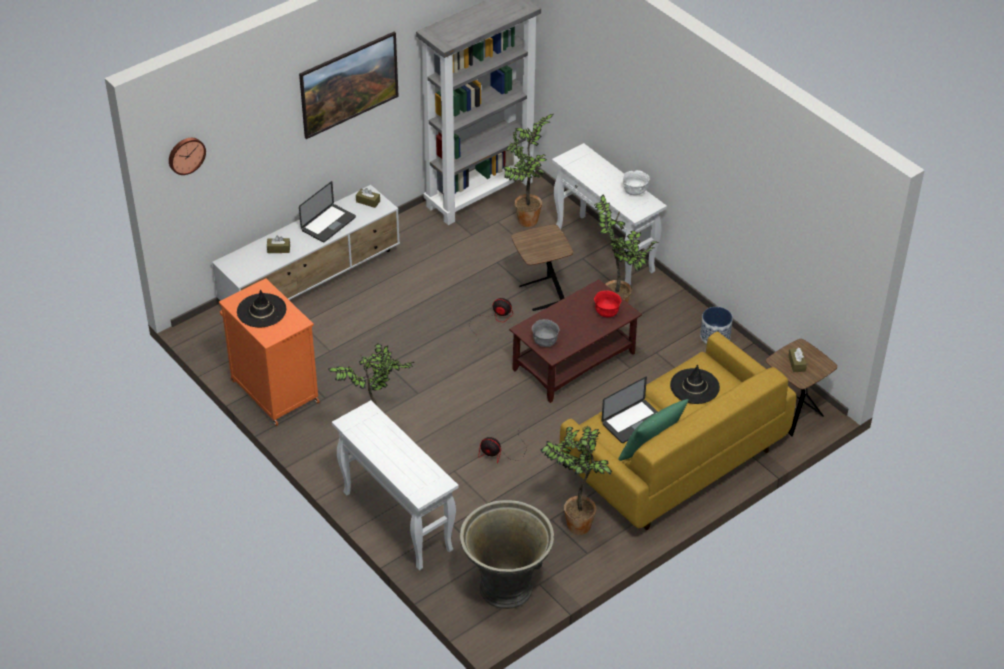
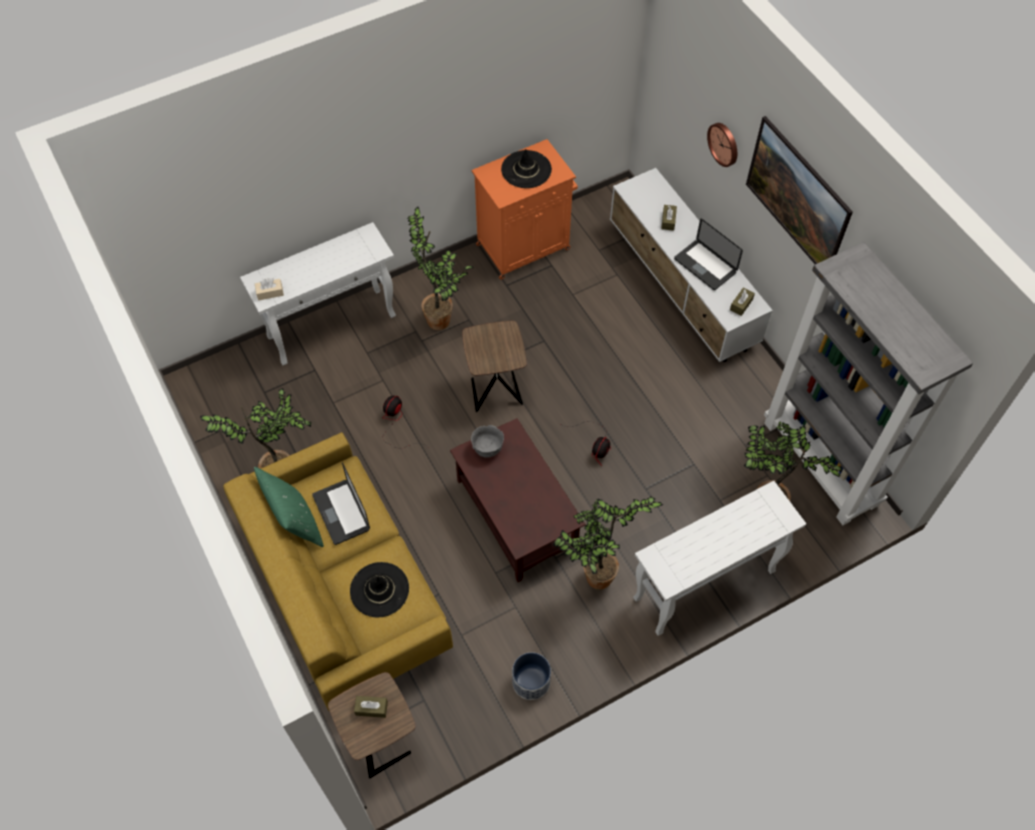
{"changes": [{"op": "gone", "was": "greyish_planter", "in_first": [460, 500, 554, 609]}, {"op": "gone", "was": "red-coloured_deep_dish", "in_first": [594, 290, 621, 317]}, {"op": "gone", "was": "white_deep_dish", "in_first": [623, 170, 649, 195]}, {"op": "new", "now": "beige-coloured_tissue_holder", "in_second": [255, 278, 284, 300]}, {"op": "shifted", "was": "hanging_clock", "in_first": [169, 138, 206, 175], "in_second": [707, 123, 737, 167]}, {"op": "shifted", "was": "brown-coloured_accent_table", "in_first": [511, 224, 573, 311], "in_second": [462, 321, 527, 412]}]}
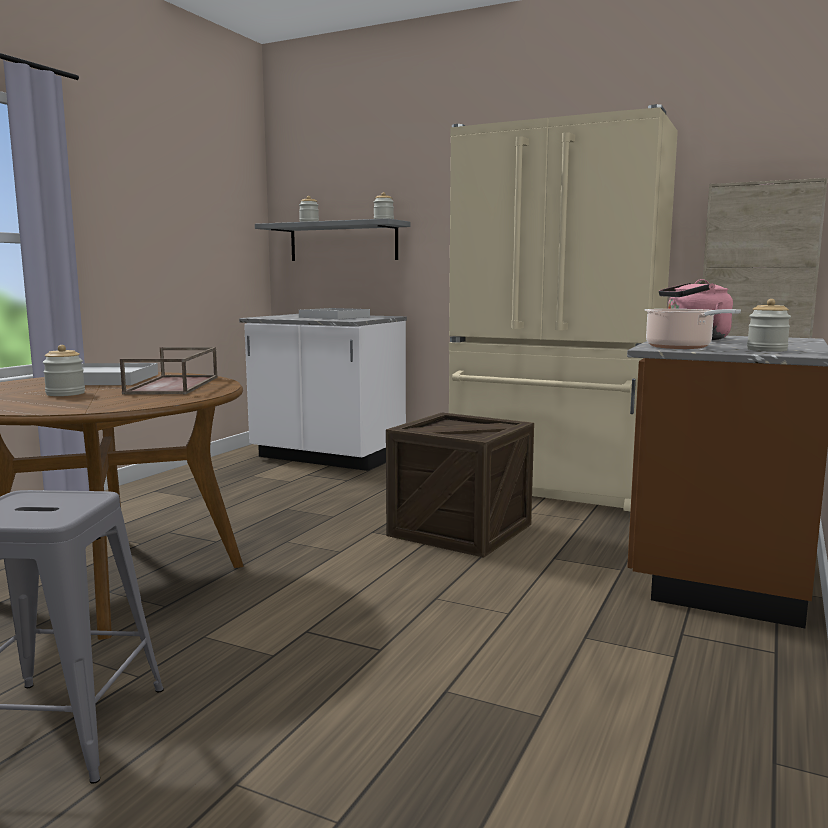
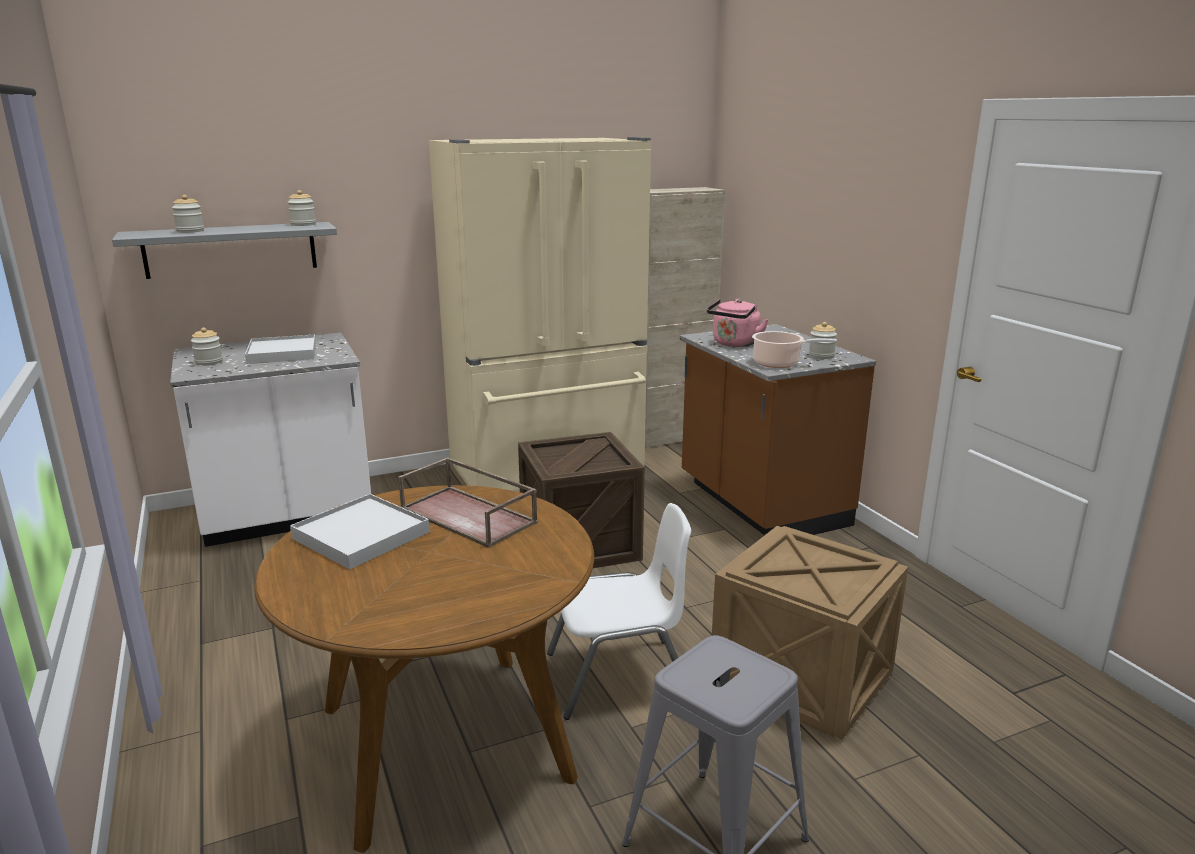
{"changes": [{"op": "new", "now": "white_upright_chair", "in_second": [547, 503, 691, 720]}, {"op": "new", "now": "crate", "in_second": [712, 526, 908, 740]}, {"op": "shifted", "was": "preserve_jar", "in_first": [43, 345, 85, 396], "in_second": [191, 327, 223, 366]}]}
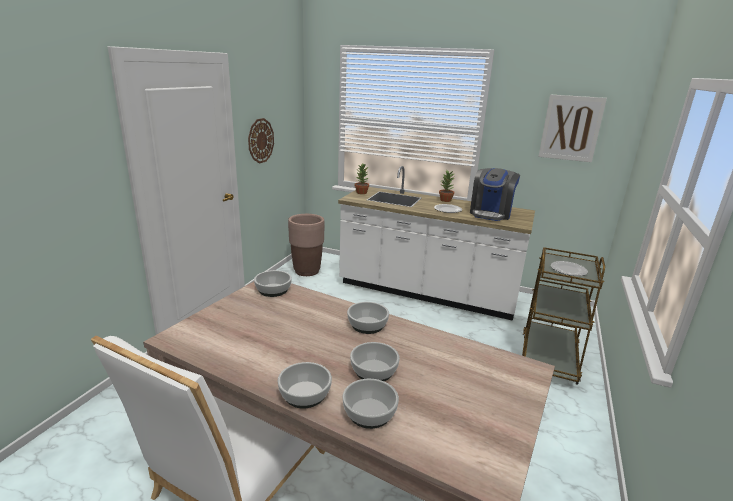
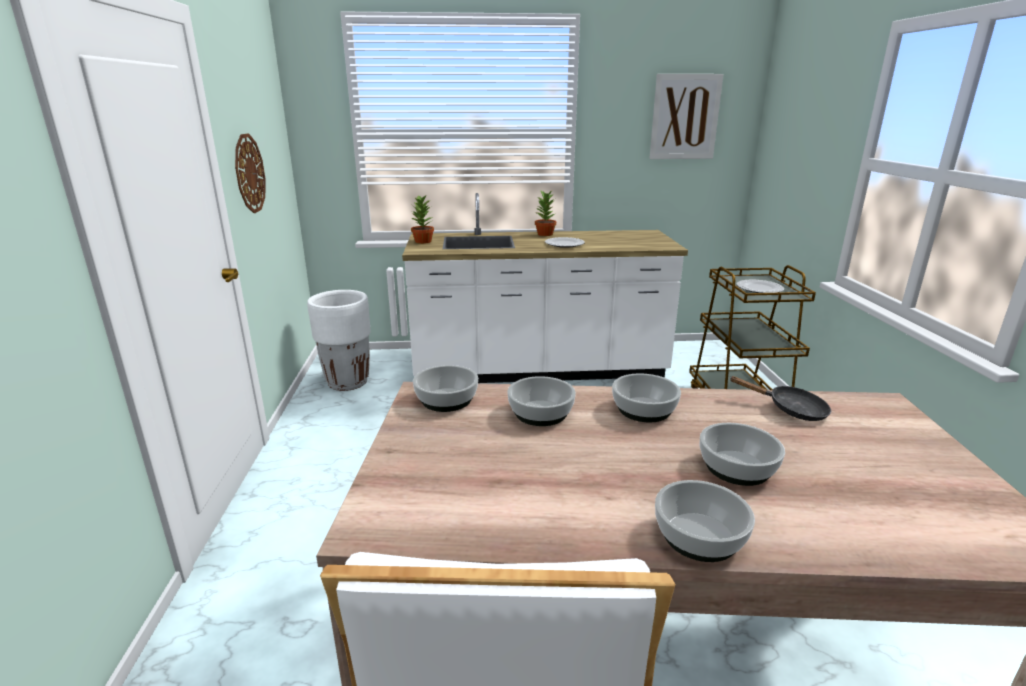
{"changes": [{"op": "gone", "was": "coffee_maker", "in_first": [470, 168, 520, 221]}, {"op": "new", "now": "black_frying_pan", "in_second": [729, 376, 831, 421]}, {"op": "shifted", "was": "deep_dish", "in_first": [342, 379, 399, 429], "in_second": [507, 376, 576, 426]}, {"op": "repainted", "was": "brown-coloured_planter", "now": "white_planter", "in_first": [288, 214, 325, 276], "in_second": [307, 290, 371, 391]}]}
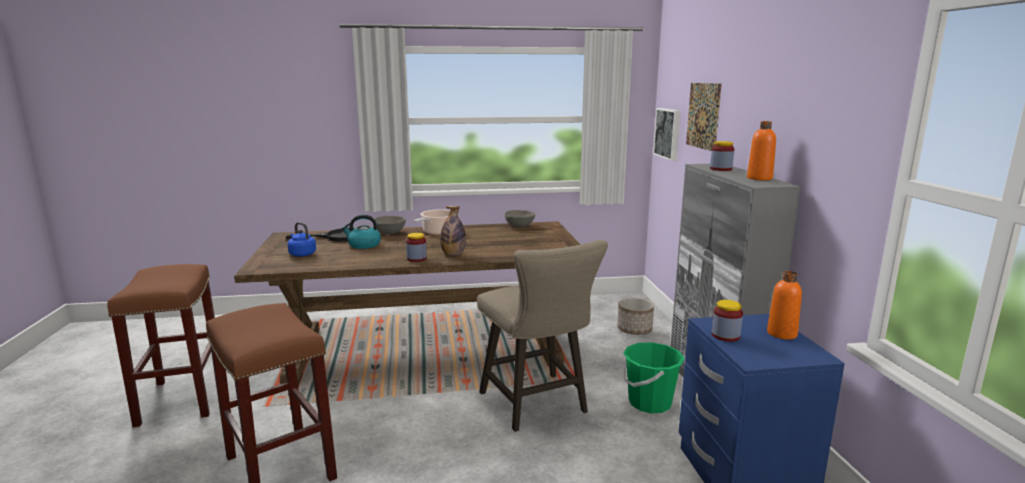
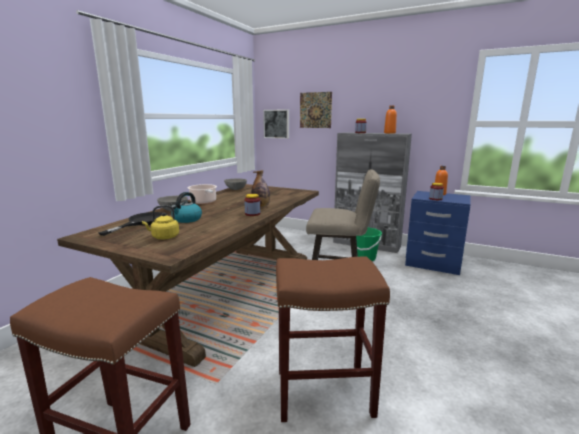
{"changes": [{"op": "gone", "was": "planter", "in_first": [617, 298, 654, 335]}, {"op": "repainted", "was": "blue_tea_kettle", "now": "yellow-coloured_tea_kettle", "in_first": [288, 222, 316, 257], "in_second": [142, 205, 179, 239]}]}
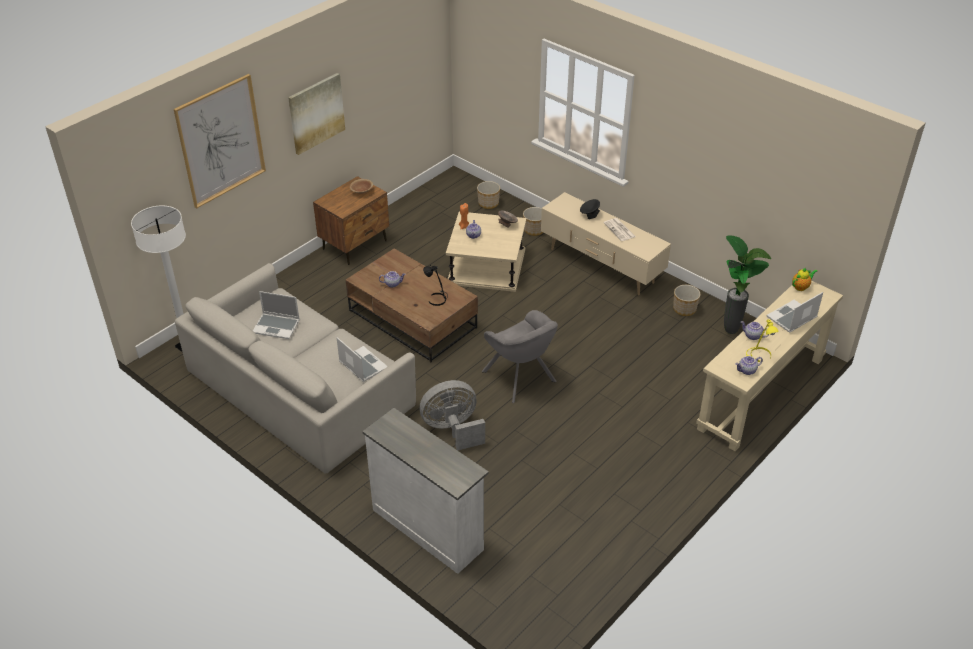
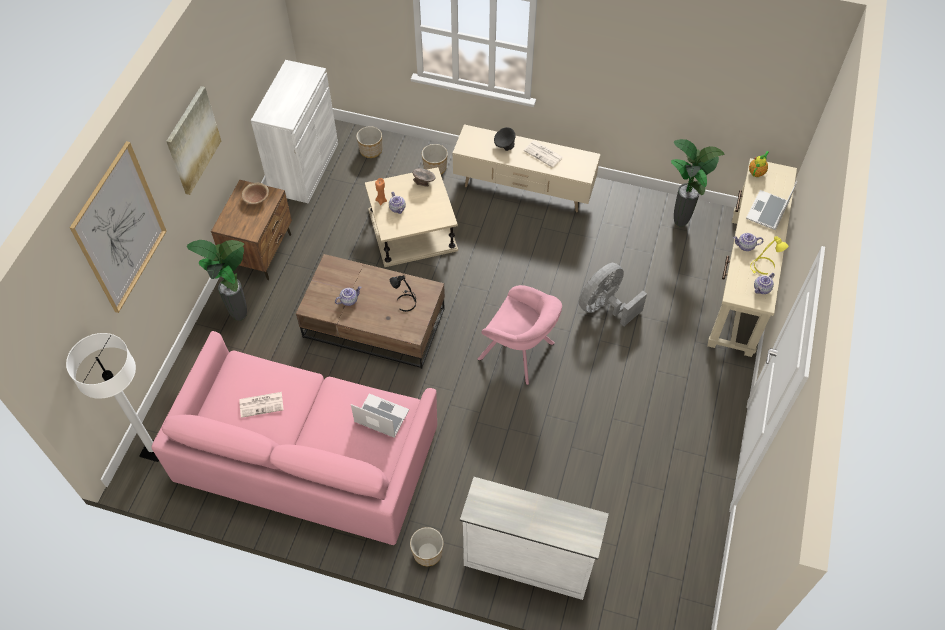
{"changes": [{"op": "new", "now": "houseplant", "in_second": [187, 240, 247, 321]}, {"op": "new", "now": "white_cabinet", "in_second": [251, 60, 338, 203]}, {"op": "shifted", "was": "greyish_cooling_fan", "in_first": [420, 380, 485, 450], "in_second": [579, 263, 647, 326]}, {"op": "shifted", "was": "planter", "in_first": [673, 285, 700, 316], "in_second": [410, 527, 443, 566]}, {"op": "swapped", "was": "portable_computer", "now": "daily_paper", "in_first": [253, 291, 300, 339], "in_second": [239, 392, 284, 418]}, {"op": "repainted", "was": "greyish_couch", "now": "pink-coloured_couch", "in_first": [175, 263, 416, 474], "in_second": [151, 331, 437, 545]}, {"op": "repainted", "was": "greyish_easy_chair", "now": "pink-coloured_easy_chair", "in_first": [482, 310, 558, 403], "in_second": [477, 285, 562, 385]}]}
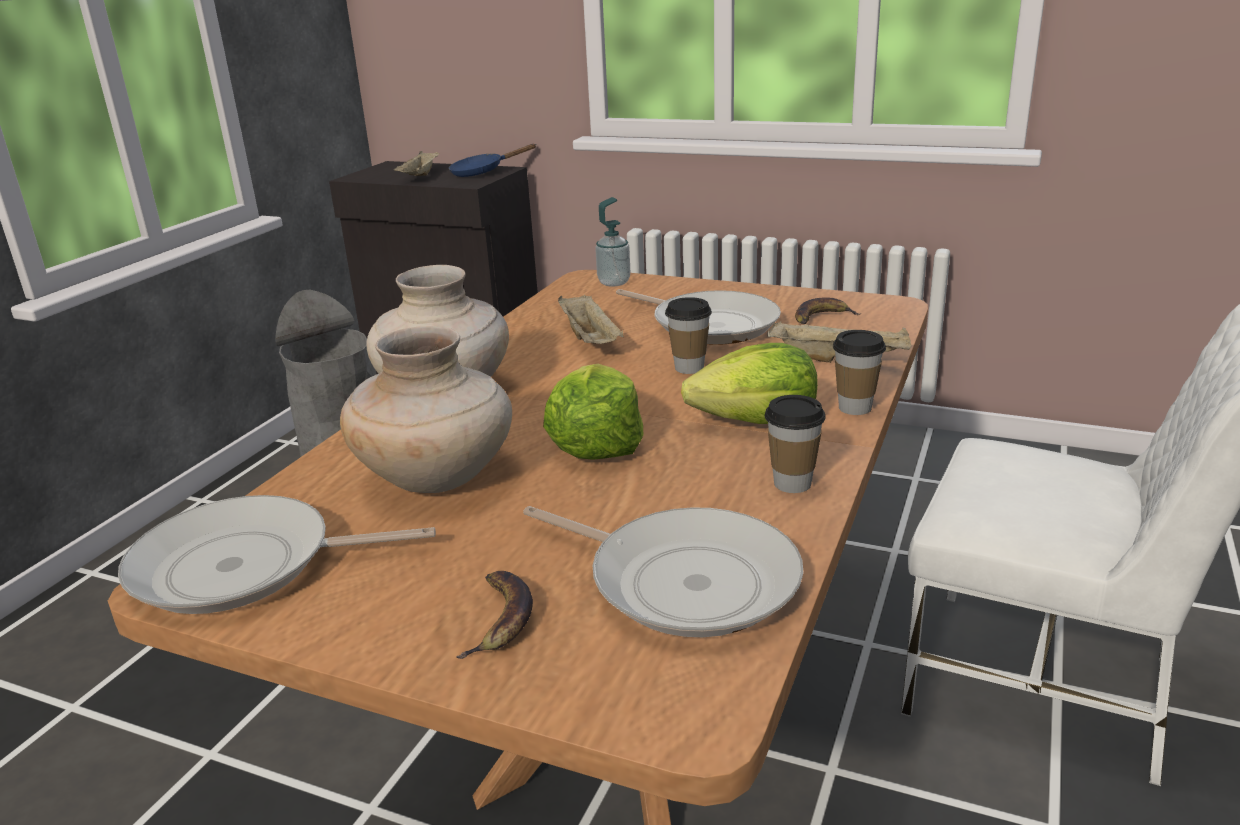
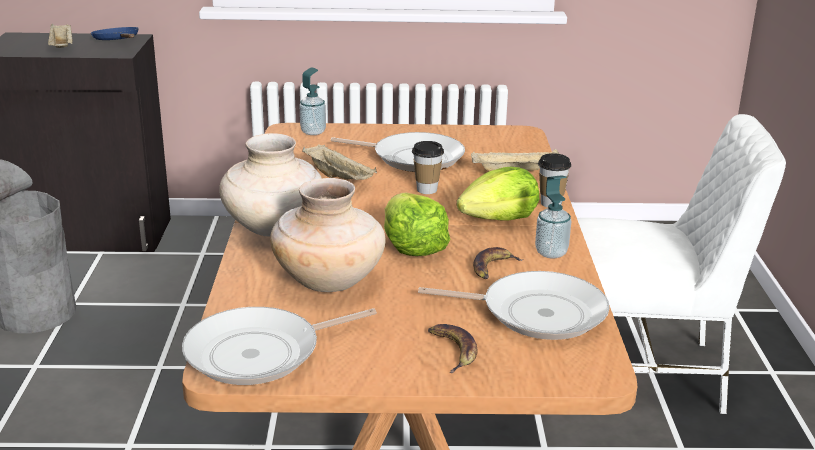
{"changes": [{"op": "shifted", "was": "banana_fruit", "in_first": [795, 297, 861, 324], "in_second": [473, 247, 524, 279]}, {"op": "swapped", "was": "cup", "now": "soap_dispenser", "in_first": [764, 395, 826, 493], "in_second": [535, 175, 571, 258]}, {"op": "rotated", "was": "blue_frying_pan", "in_first": [449, 144, 537, 177], "in_second": [91, 27, 139, 40], "clockwise": 105}]}
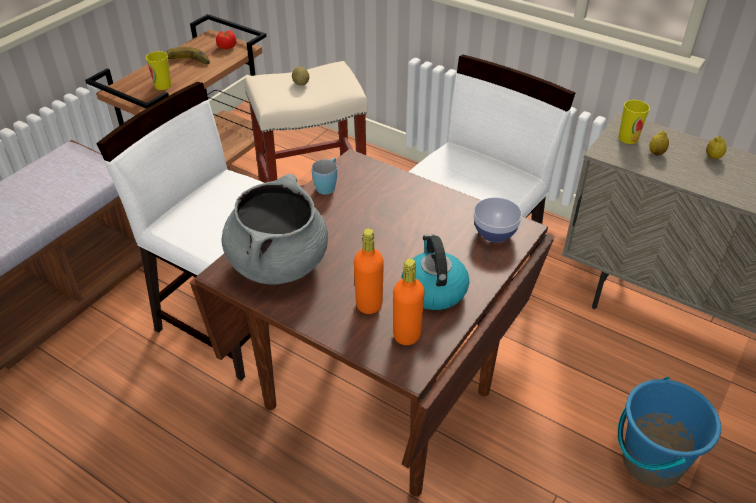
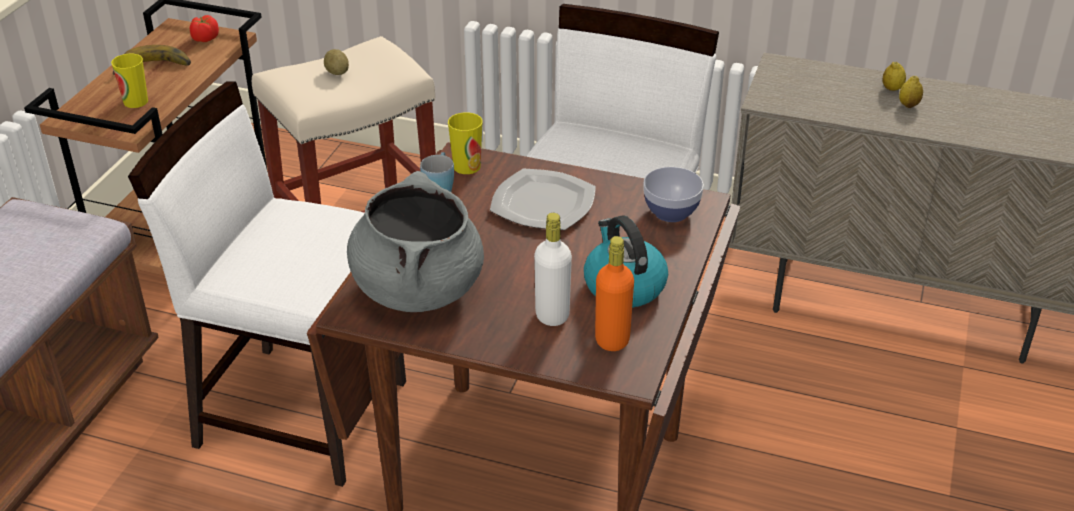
{"changes": [{"op": "gone", "was": "blue_bucket", "in_first": [617, 377, 721, 488]}, {"op": "new", "now": "flat_dish", "in_second": [490, 169, 596, 230]}, {"op": "shifted", "was": "cup", "in_first": [619, 100, 650, 144], "in_second": [448, 112, 483, 174]}, {"op": "shifted", "was": "lemon", "in_first": [649, 131, 669, 156], "in_second": [899, 76, 923, 108]}, {"op": "repainted", "was": "orangey_bottle", "now": "white_bottle", "in_first": [354, 228, 384, 314], "in_second": [534, 213, 572, 326]}]}
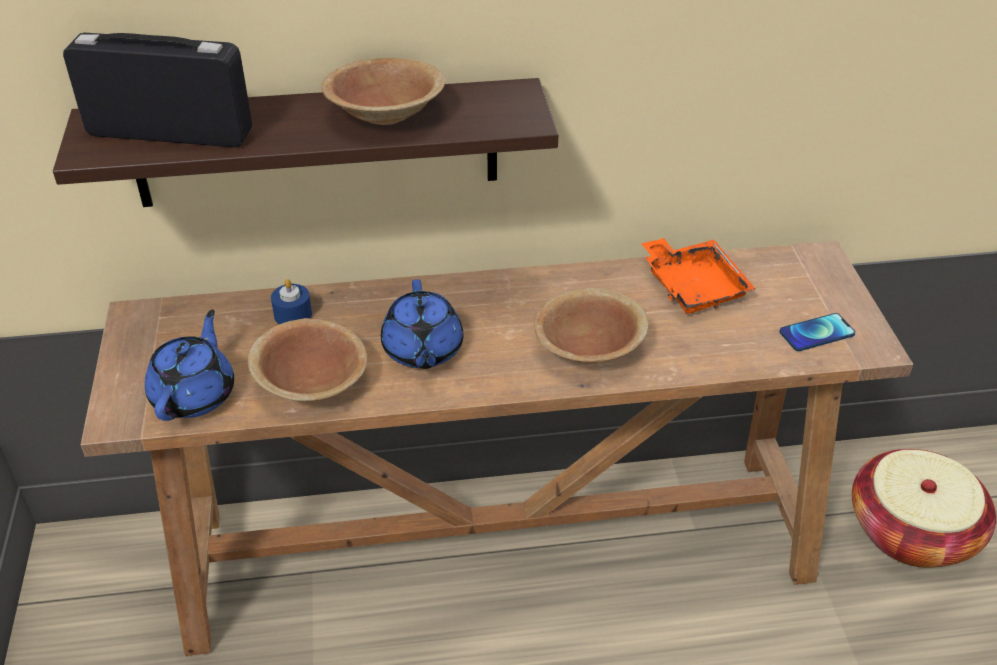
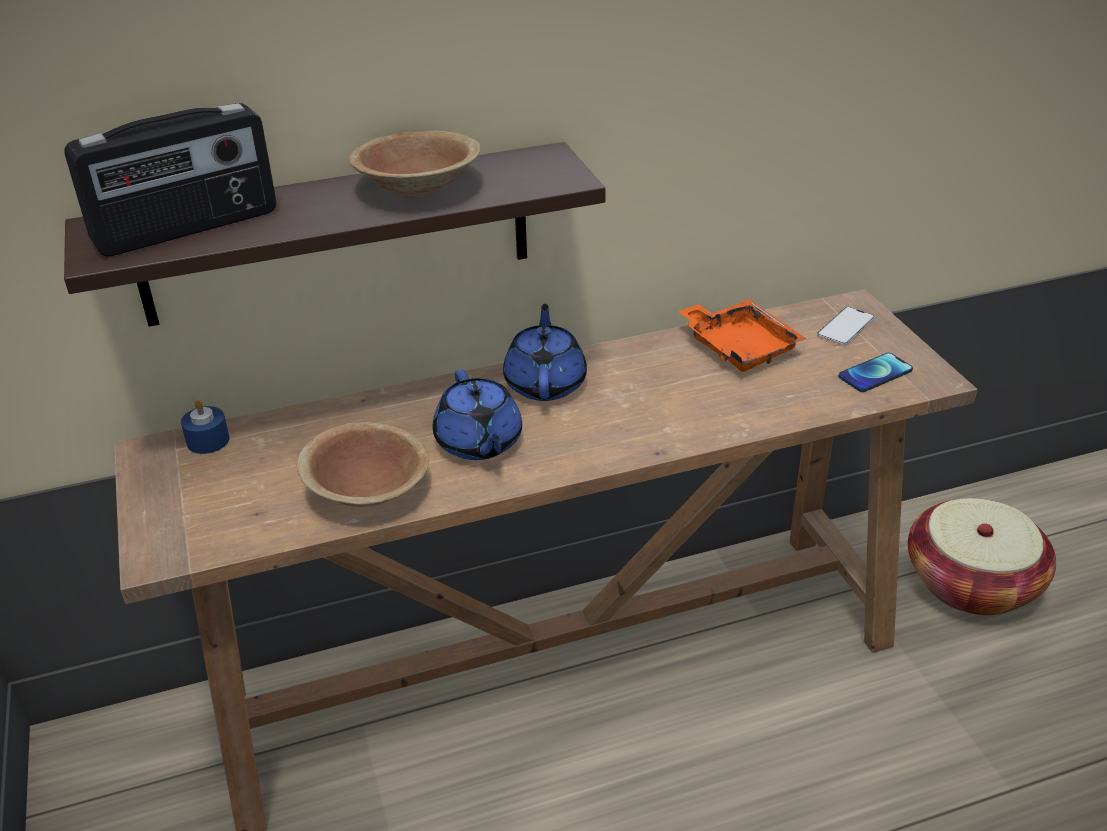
{"changes": [{"op": "gone", "was": "brown-coloured_deep_dish", "in_first": [534, 288, 649, 364]}, {"op": "new", "now": "phone", "in_second": [817, 307, 875, 345]}, {"op": "shifted", "was": "blue_teapot", "in_first": [145, 310, 234, 421], "in_second": [503, 304, 587, 401]}, {"op": "shifted", "was": "blue_candle", "in_first": [271, 279, 312, 324], "in_second": [181, 400, 229, 454]}, {"op": "rotated", "was": "radio", "in_first": [63, 33, 252, 147], "in_second": [65, 103, 276, 257], "clockwise": 150}]}
